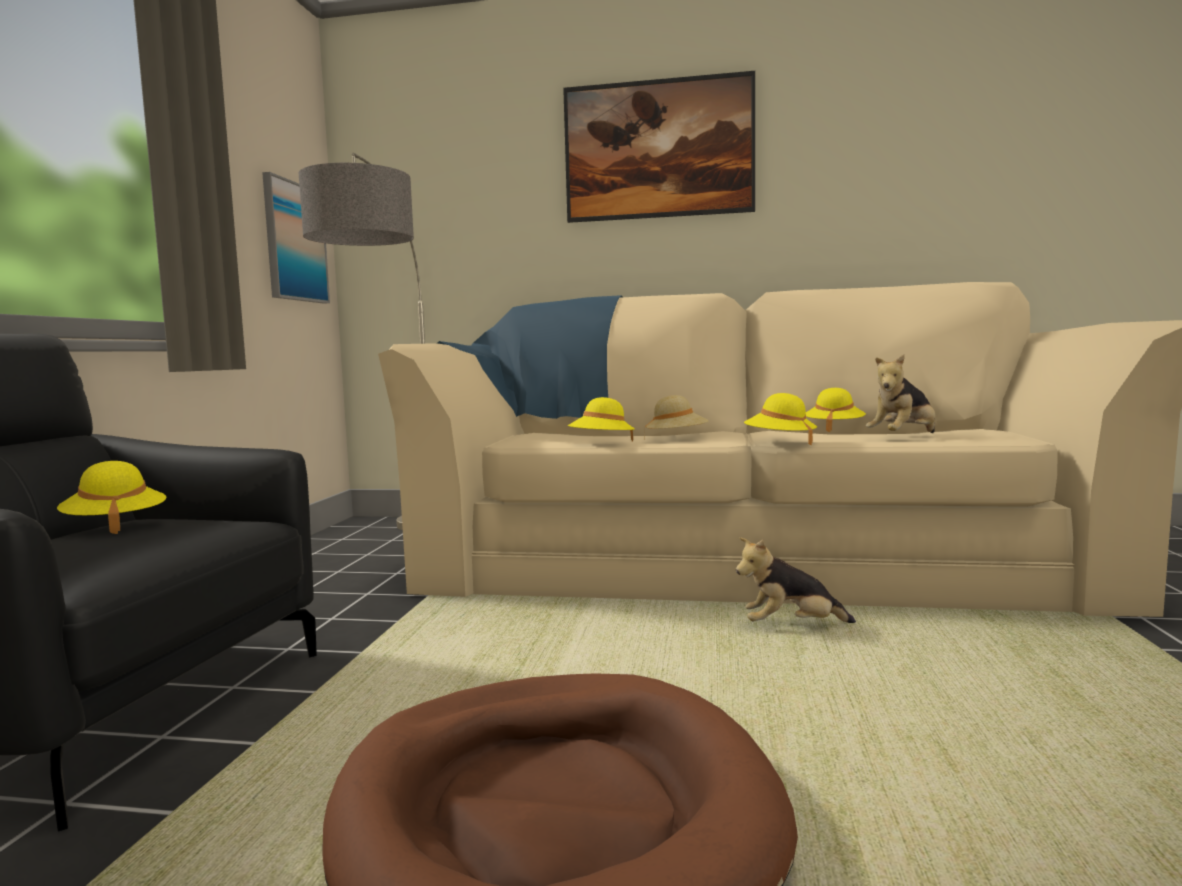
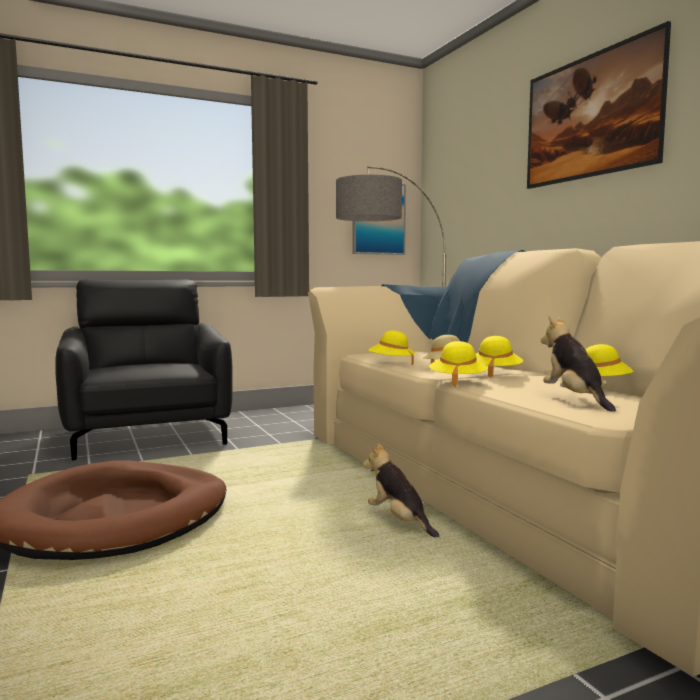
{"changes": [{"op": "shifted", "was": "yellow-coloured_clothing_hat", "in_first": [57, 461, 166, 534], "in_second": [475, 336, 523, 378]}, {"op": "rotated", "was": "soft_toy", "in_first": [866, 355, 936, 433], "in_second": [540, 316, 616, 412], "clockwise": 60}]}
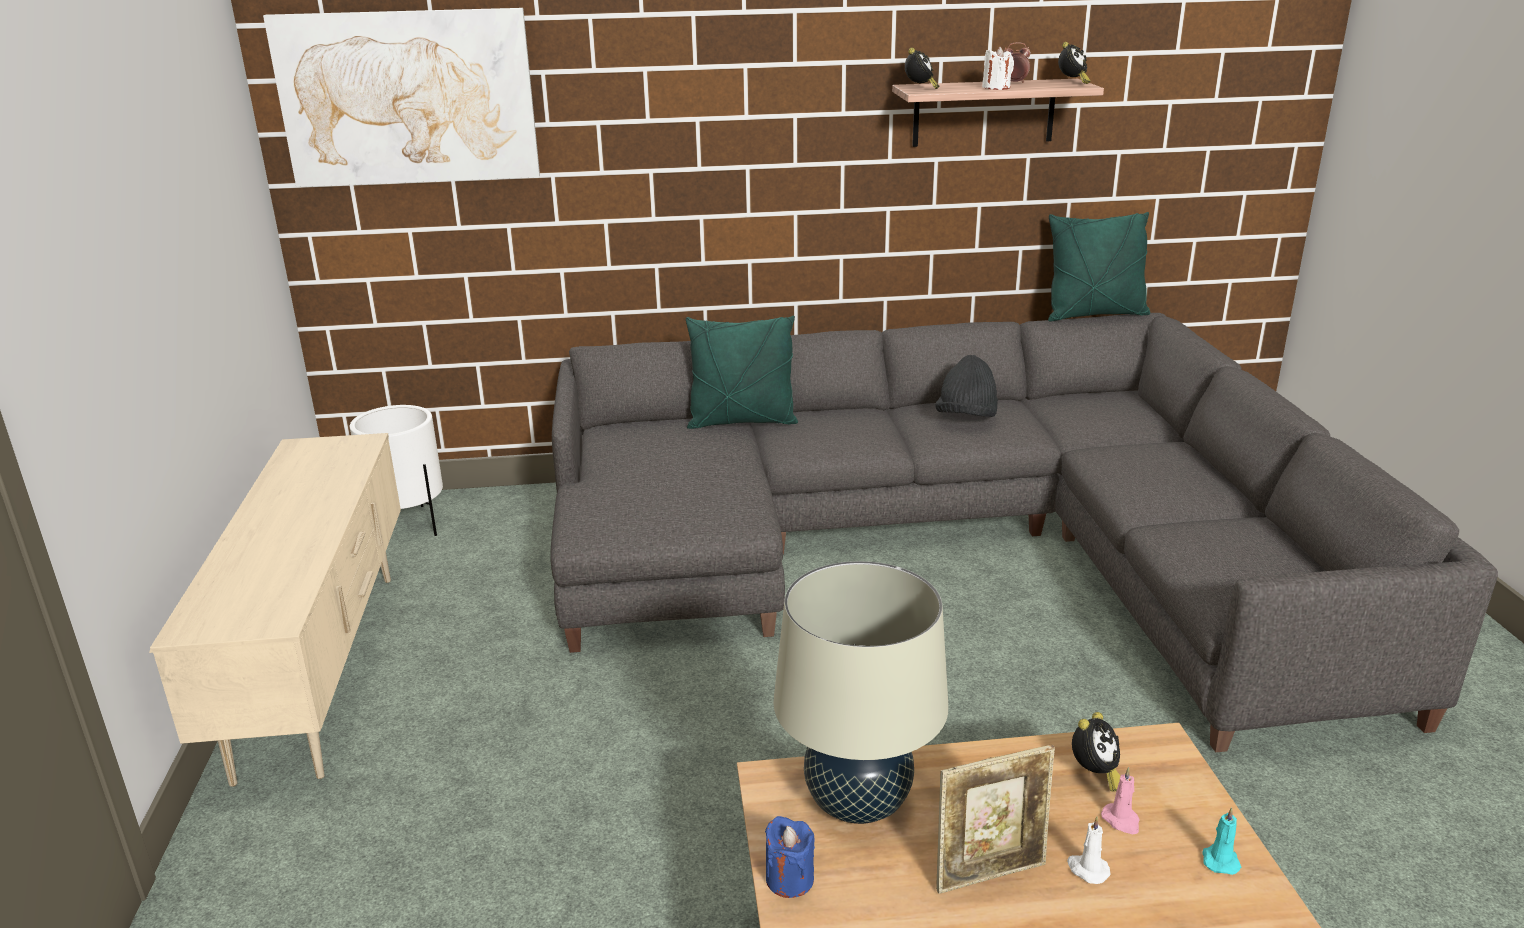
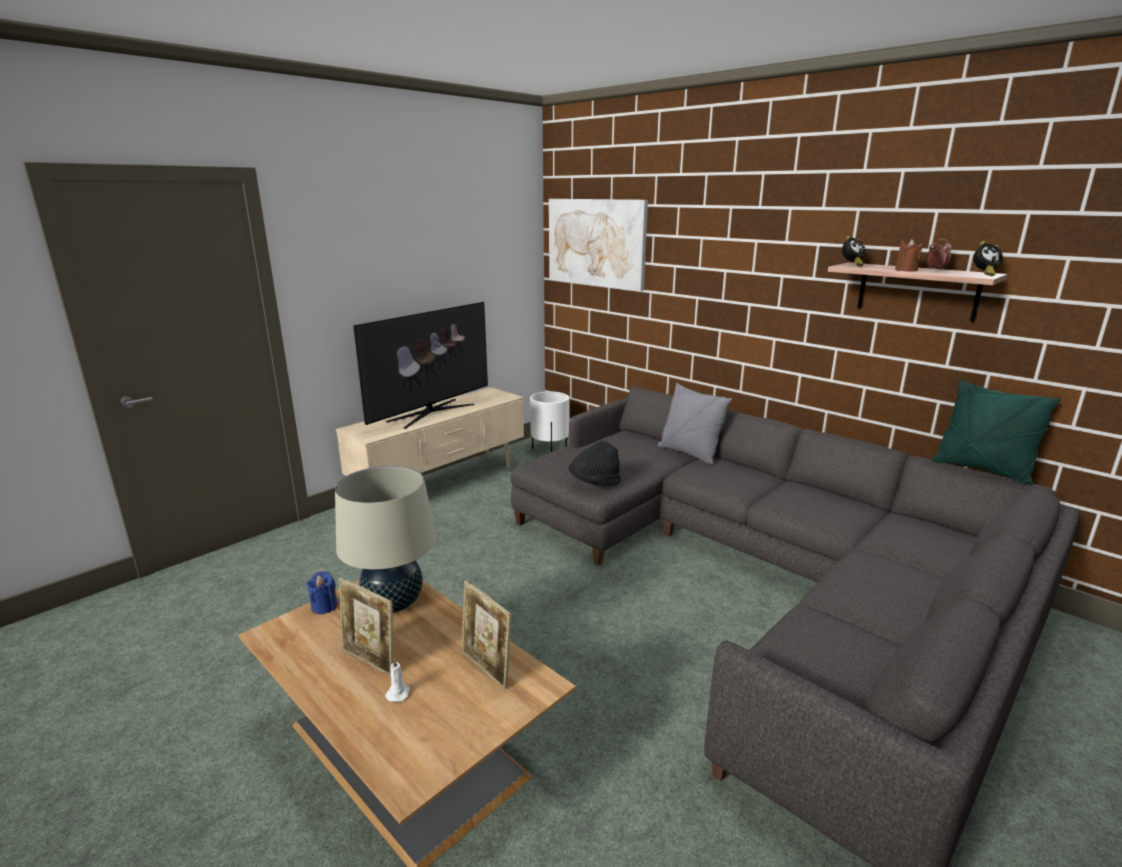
{"changes": [{"op": "gone", "was": "pink-coloured_candle", "in_first": [1101, 767, 1140, 835]}, {"op": "gone", "was": "turquoise_candle", "in_first": [1202, 807, 1241, 875]}, {"op": "new", "now": "TV_set", "in_second": [353, 302, 488, 429]}, {"op": "shifted", "was": "black_clothing_hat", "in_first": [935, 355, 998, 417], "in_second": [569, 441, 621, 486]}, {"op": "swapped", "was": "alarm_clock", "now": "standing_frame", "in_first": [1072, 712, 1120, 792], "in_second": [462, 580, 512, 690]}, {"op": "repainted", "was": "green_pillow", "now": "greyish_pillow", "in_first": [686, 316, 798, 429], "in_second": [658, 383, 732, 465]}, {"op": "repainted", "was": "white_candle", "now": "brown-coloured_candle", "in_first": [982, 47, 1014, 90], "in_second": [895, 239, 922, 272]}]}
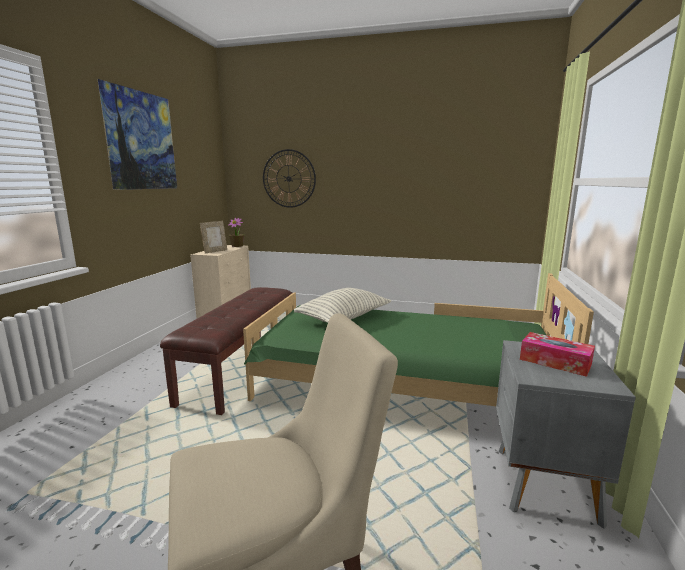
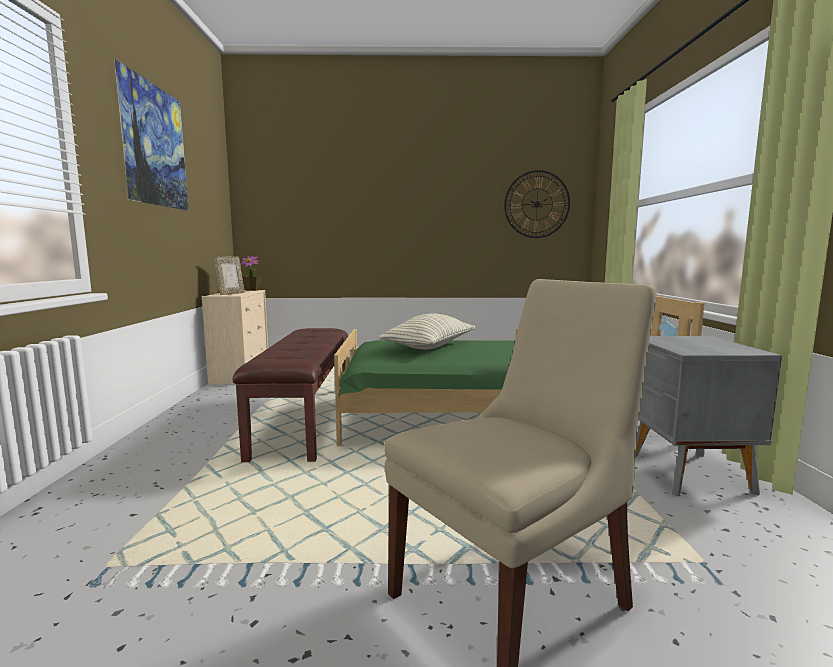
{"changes": [{"op": "gone", "was": "tissue_holder", "in_first": [520, 332, 595, 377]}, {"op": "shifted", "was": "hanging_clock", "in_first": [263, 149, 316, 208], "in_second": [504, 170, 570, 238]}]}
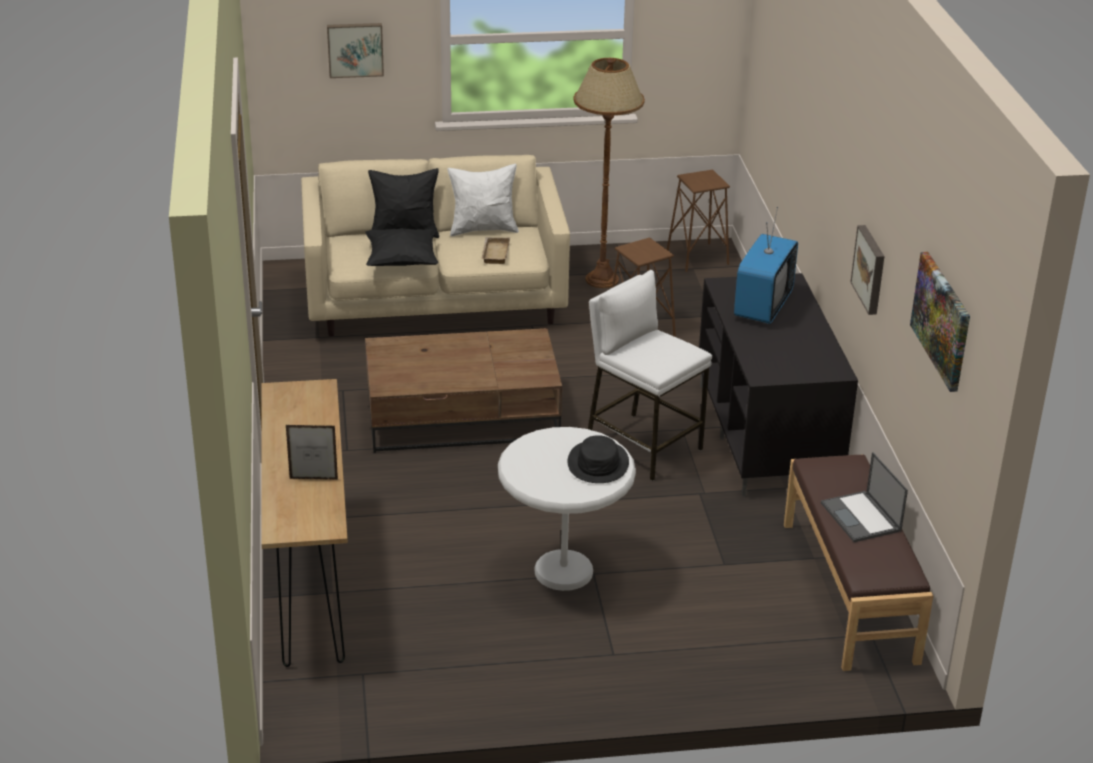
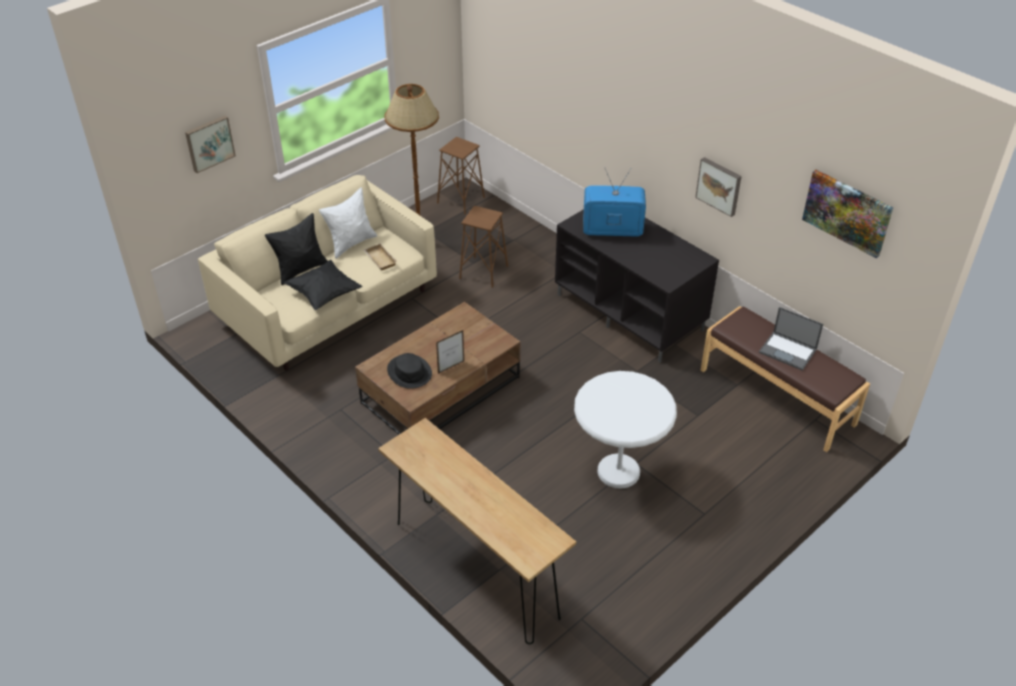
{"changes": [{"op": "gone", "was": "white_stool", "in_first": [588, 270, 712, 481]}, {"op": "shifted", "was": "standing_frame", "in_first": [286, 425, 338, 480], "in_second": [436, 330, 464, 374]}, {"op": "shifted", "was": "black_clothing_hat", "in_first": [567, 435, 629, 483], "in_second": [387, 353, 432, 389]}, {"op": "rotated", "was": "TV_set", "in_first": [734, 207, 798, 324], "in_second": [583, 169, 646, 237], "clockwise": -75}]}
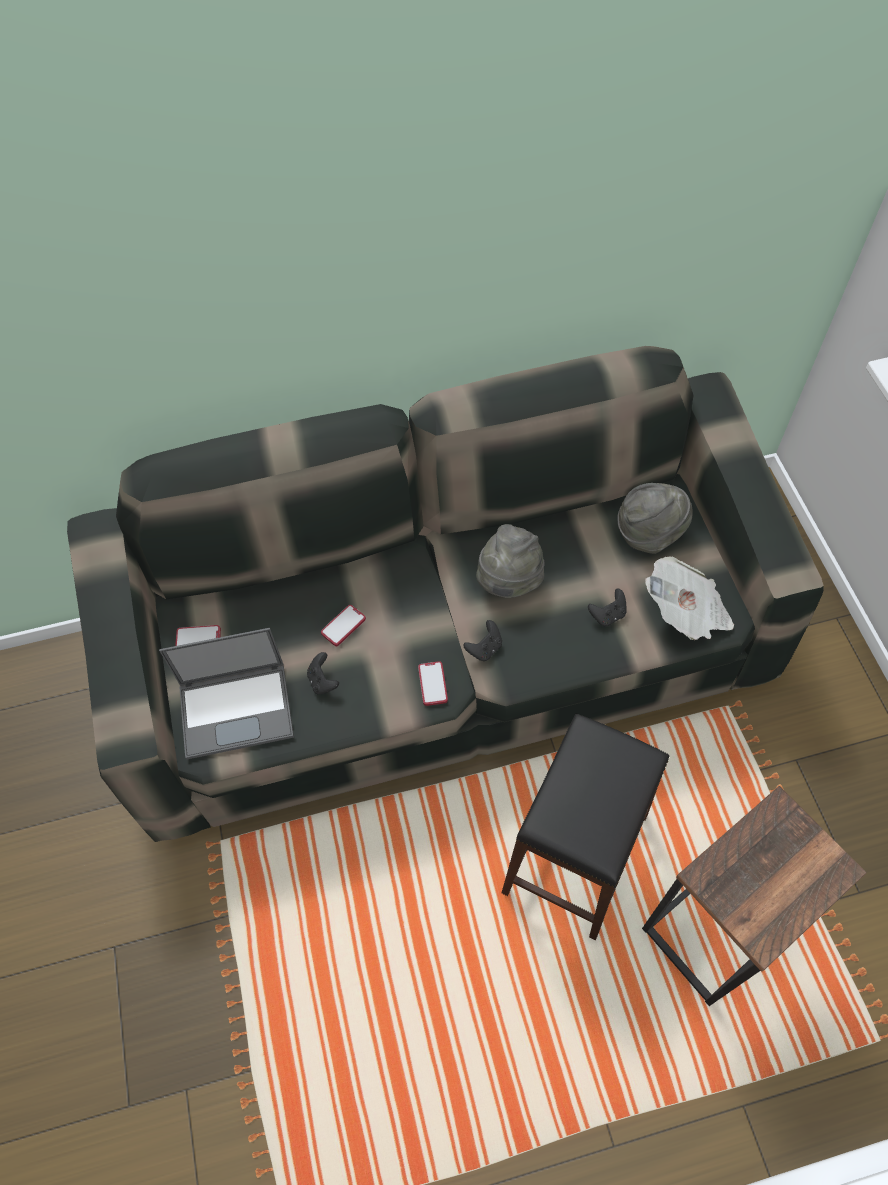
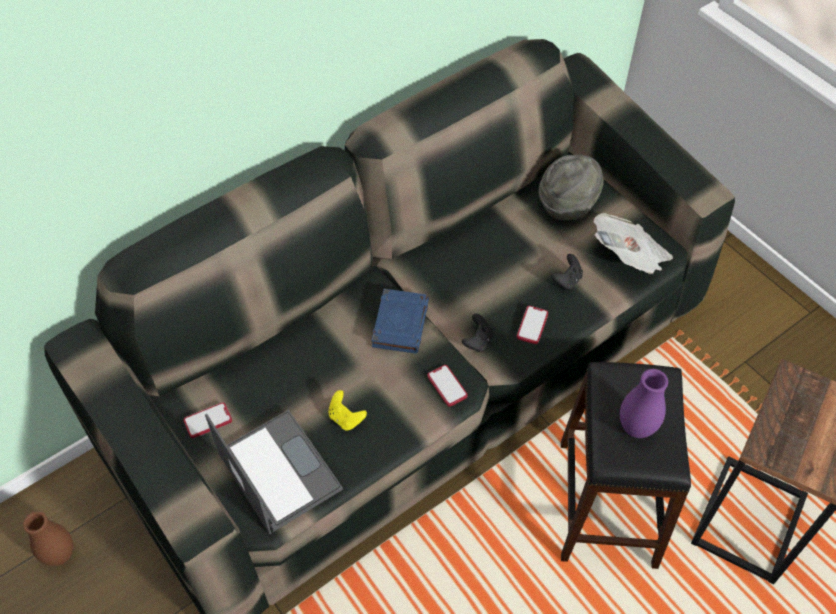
{"changes": [{"op": "gone", "was": "greyish_clothing_hat", "in_first": [476, 524, 545, 598]}, {"op": "new", "now": "brown-coloured_vase", "in_second": [23, 511, 73, 566]}, {"op": "new", "now": "blue_bound_book", "in_second": [372, 289, 429, 353]}, {"op": "new", "now": "purplish_vase", "in_second": [620, 369, 668, 438]}, {"op": "shifted", "was": "phone", "in_first": [321, 605, 366, 646], "in_second": [517, 306, 548, 344]}, {"op": "repainted", "was": "black_game_controller", "now": "yellow-coloured_game_controller", "in_first": [307, 652, 339, 695], "in_second": [328, 390, 367, 431]}, {"op": "rotated", "was": "portable_computer", "in_first": [159, 628, 294, 760], "in_second": [205, 410, 343, 534], "clockwise": -90}]}
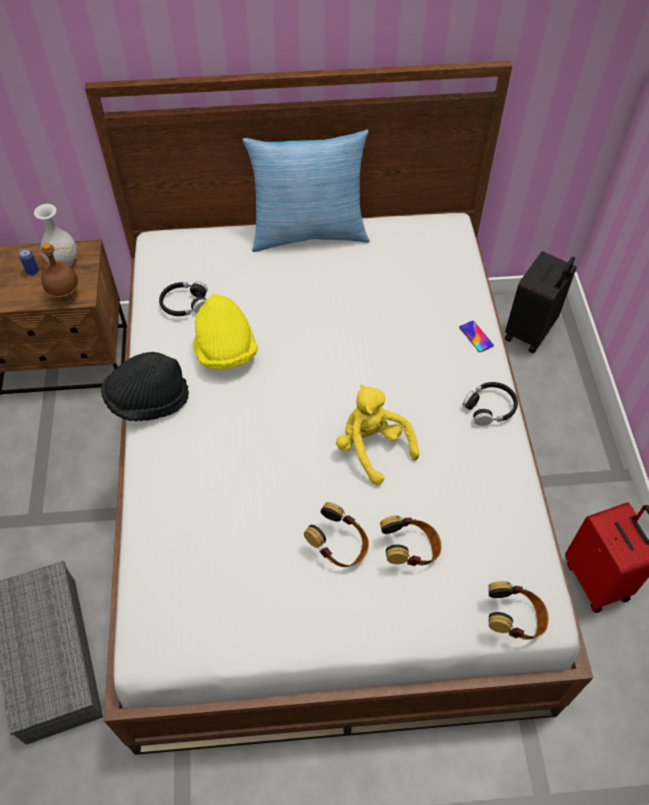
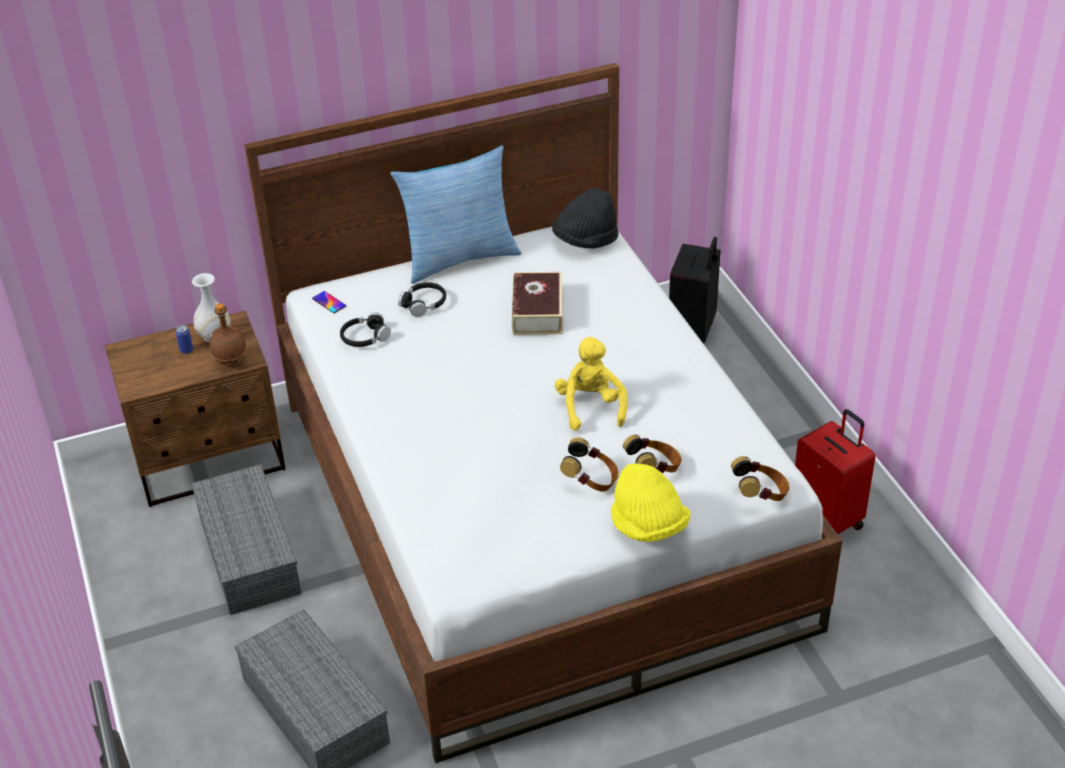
{"changes": [{"op": "new", "now": "greyish_storage_box", "in_second": [191, 464, 302, 615]}, {"op": "new", "now": "bound_book", "in_second": [512, 272, 562, 335]}, {"op": "shifted", "was": "black_clothing_hat", "in_first": [101, 352, 189, 421], "in_second": [552, 188, 619, 249]}, {"op": "shifted", "was": "yellow-coloured_clothing_hat", "in_first": [193, 294, 258, 369], "in_second": [611, 463, 691, 542]}, {"op": "shifted", "was": "phone", "in_first": [459, 321, 494, 352], "in_second": [312, 291, 346, 313]}, {"op": "shifted", "was": "black_headphones", "in_first": [462, 382, 518, 426], "in_second": [398, 282, 446, 317]}, {"op": "rotated", "was": "yellow-coloured_soft_toy", "in_first": [336, 384, 419, 485], "in_second": [555, 337, 628, 431], "clockwise": 45}]}
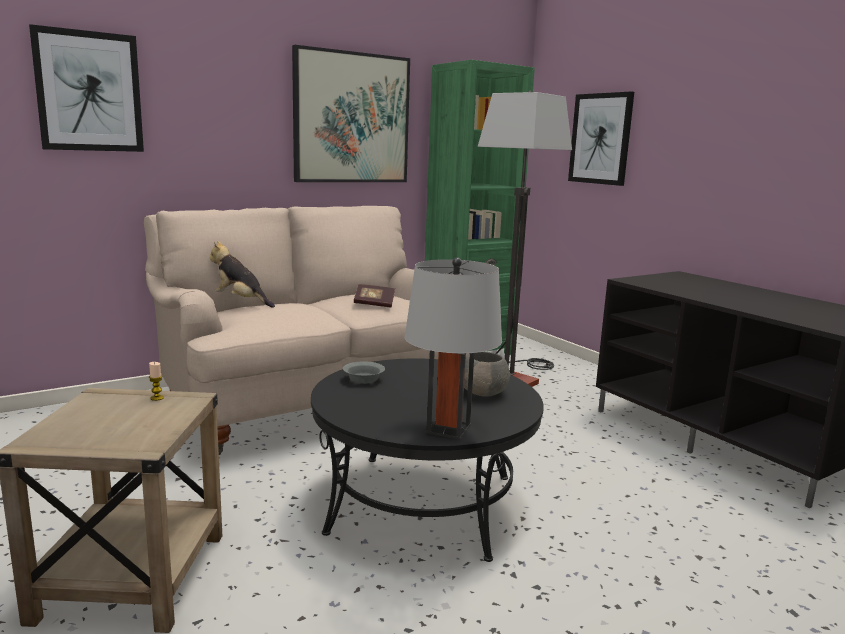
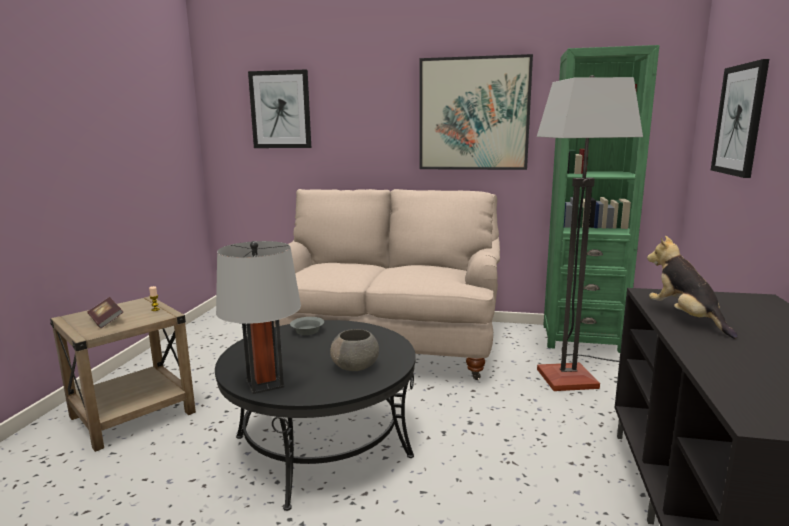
{"changes": [{"op": "shifted", "was": "soft_toy", "in_first": [210, 241, 275, 308], "in_second": [647, 236, 738, 339]}, {"op": "shifted", "was": "bound_book", "in_first": [354, 284, 395, 308], "in_second": [87, 297, 123, 328]}]}
